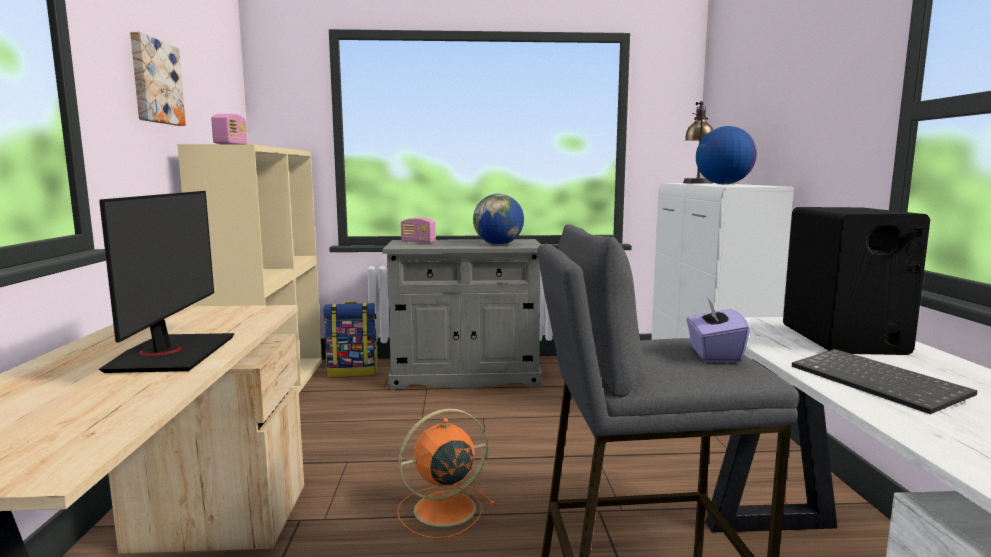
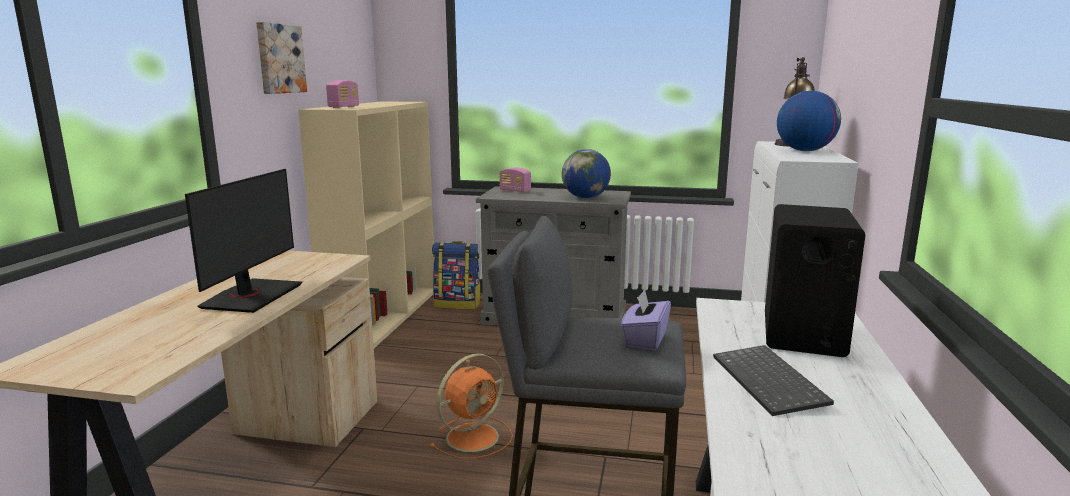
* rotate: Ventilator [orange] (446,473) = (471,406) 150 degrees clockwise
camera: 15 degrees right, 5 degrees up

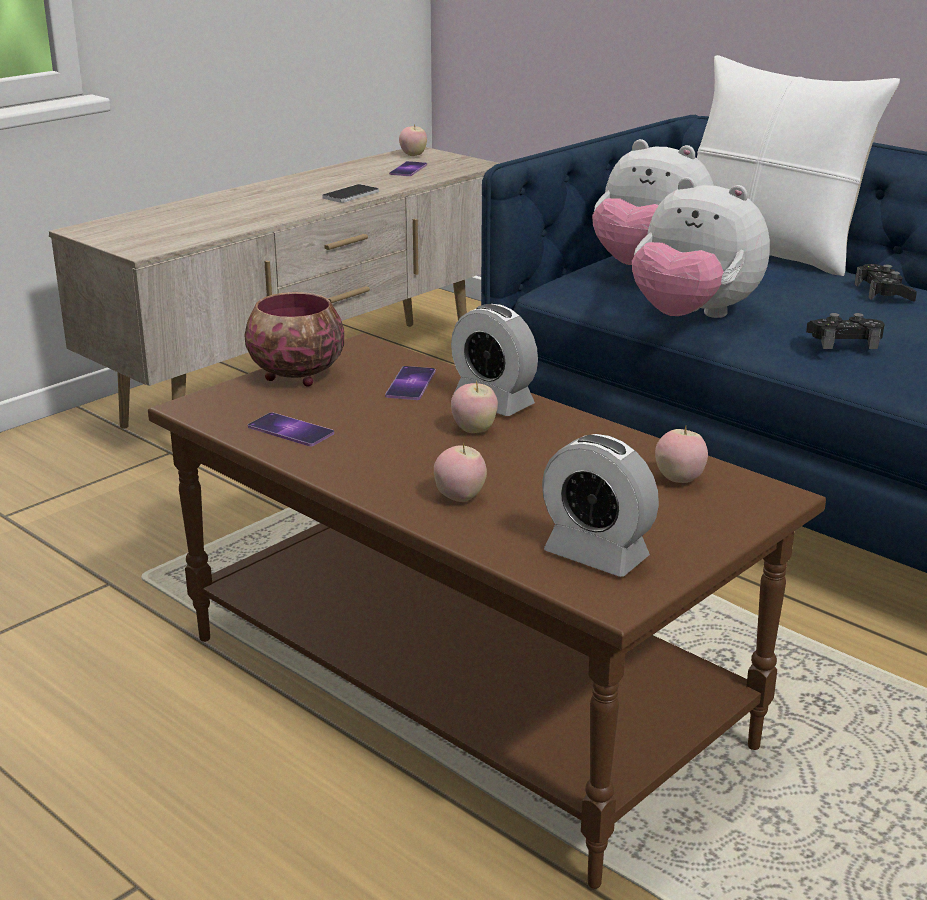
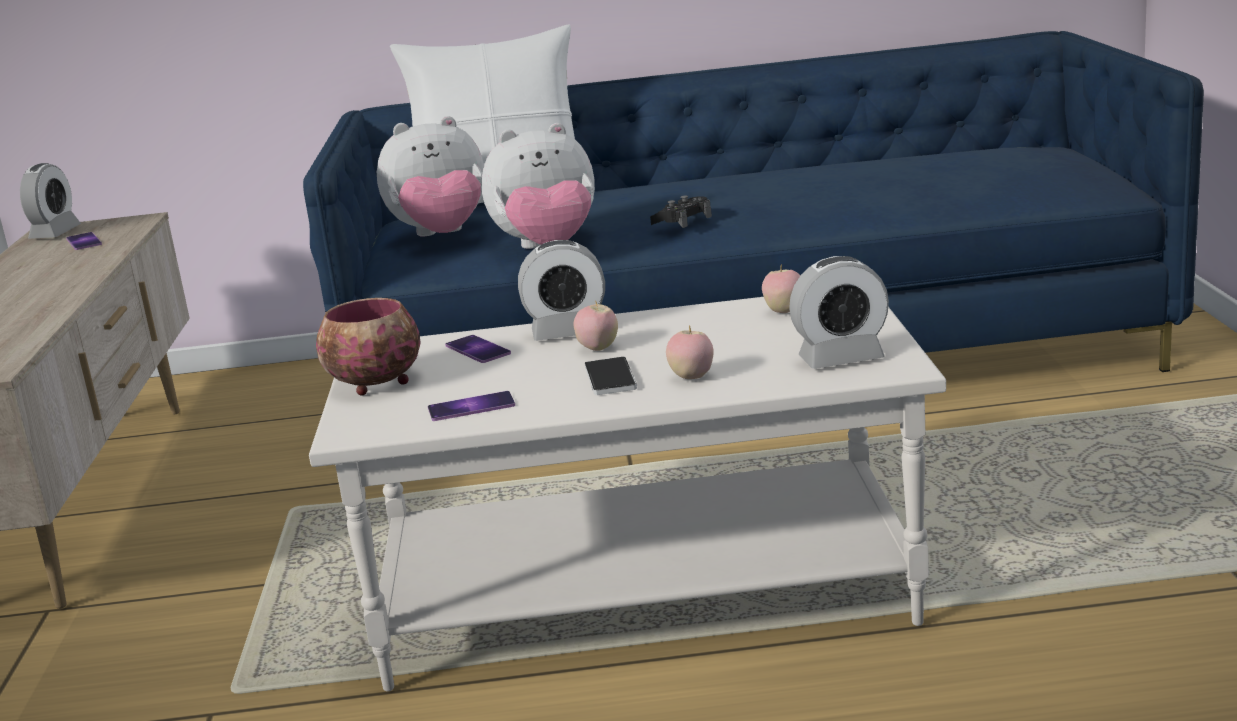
* replace: Apfel (413,140) to Wecker (50,201)
* move: Handy (350,193) to (611,376)
* delete: Gamepad [schwarz] (886,283)
* recolor: Couchtisch [braun] (487,611) to Couchtisch [weiß] (627,494)
camera: 45 degrees left, 5 degrees down

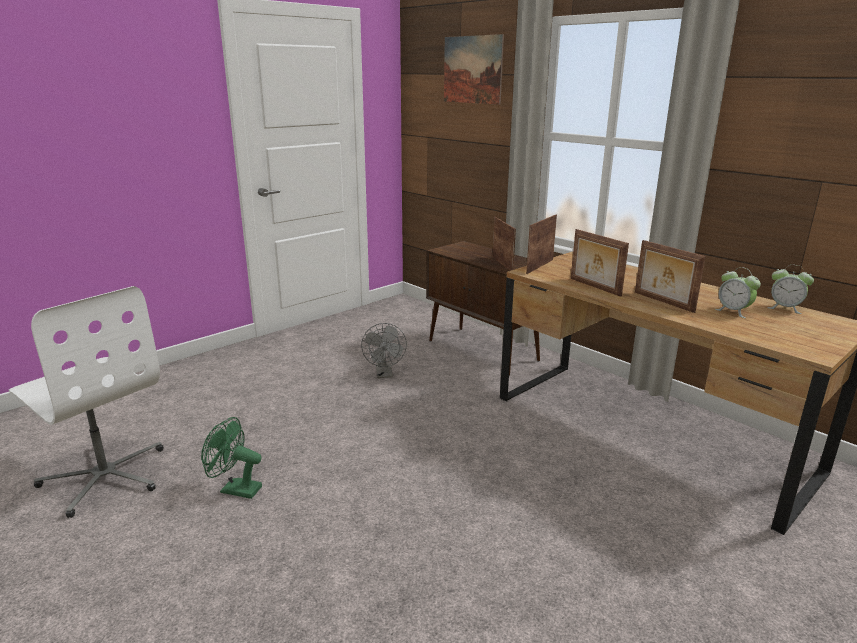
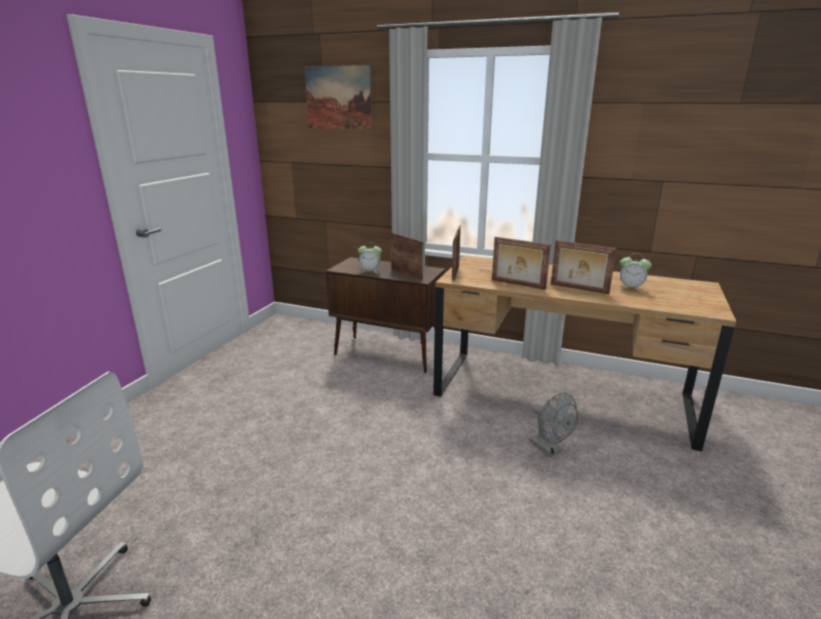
* move: Wecker (790,289) to (370,257)
* move: Ventilator [grau] (384,350) to (553,424)
* delete: Ventilator [grün] (231,458)
camera: 25 degrees left, 0 degrees up

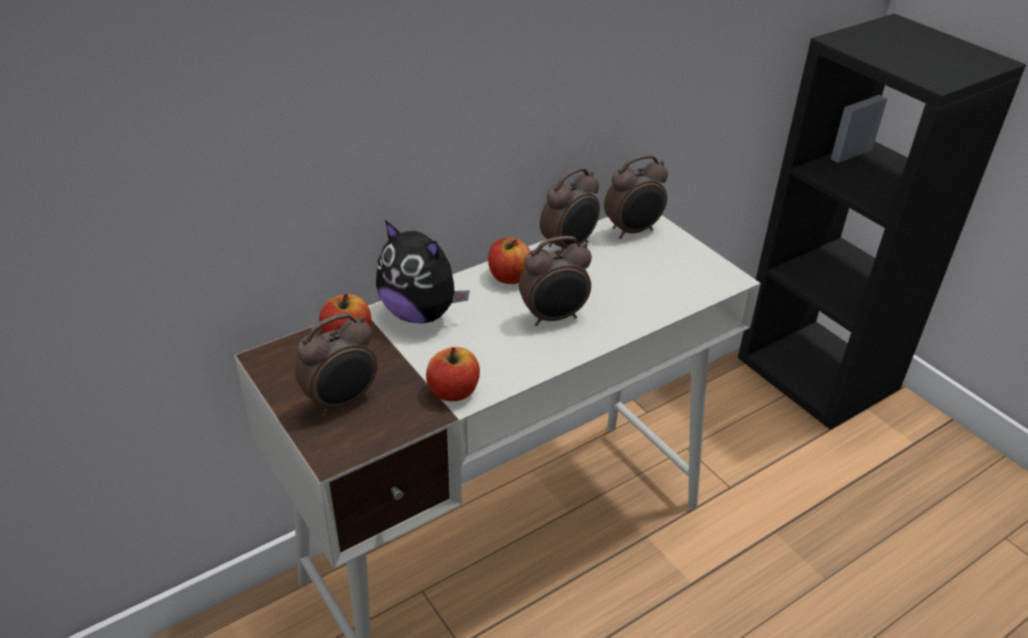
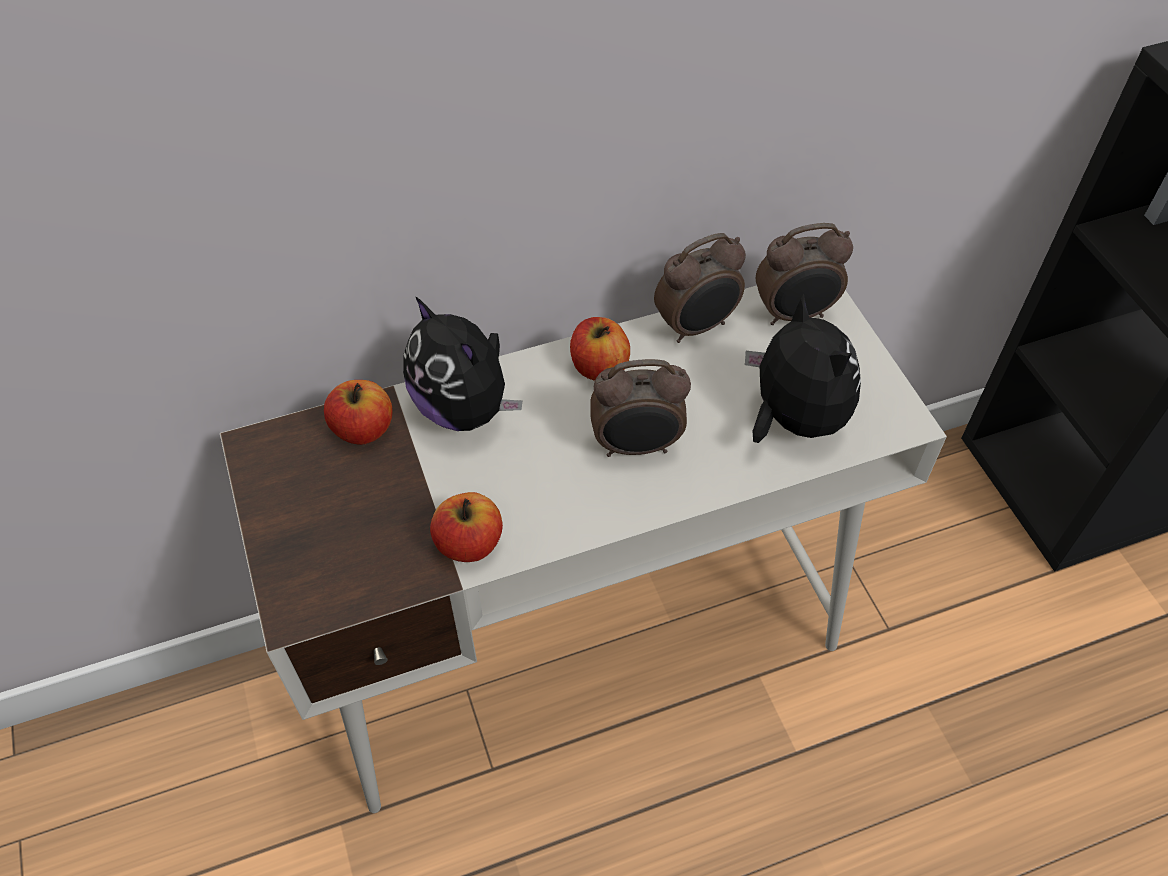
* delete: Wecker (336,365)
* insert: Plüschtier (803,368)
camera: 15 degrees right, 15 degrees up

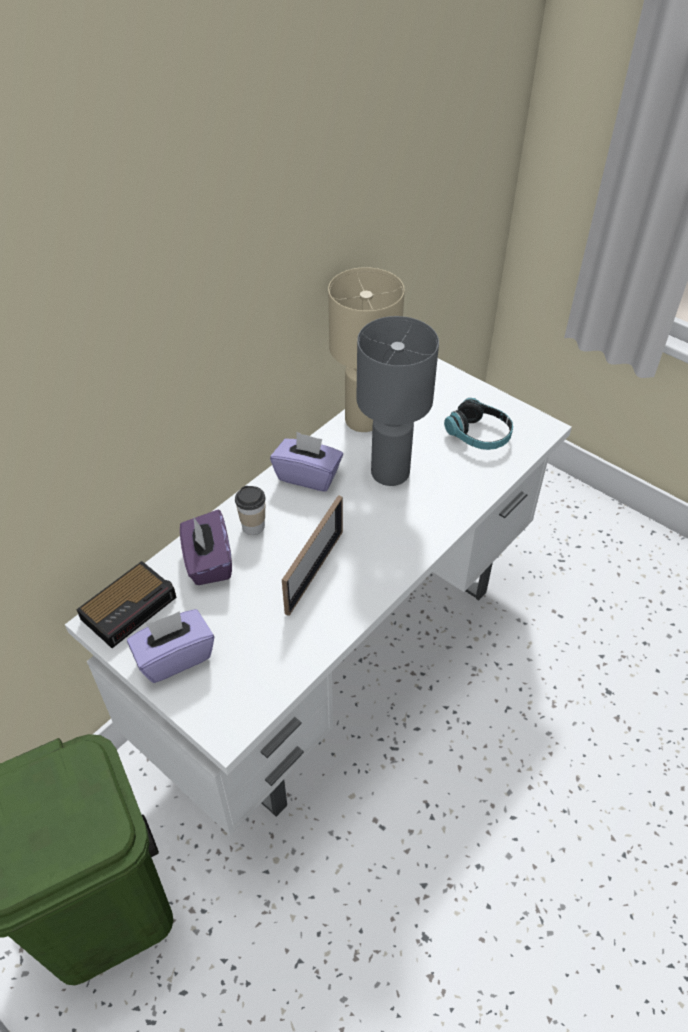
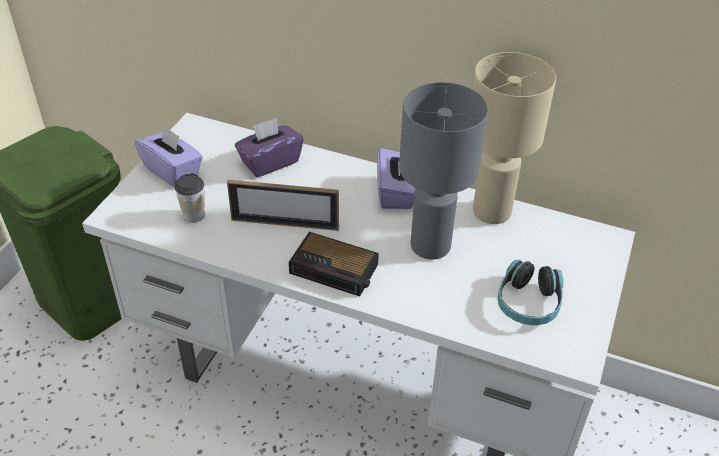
* move: Tasse (250,510) to (190,198)
* move: Wecker (126,604) to (334,264)
camera: 70 degrees right, 5 degrees down

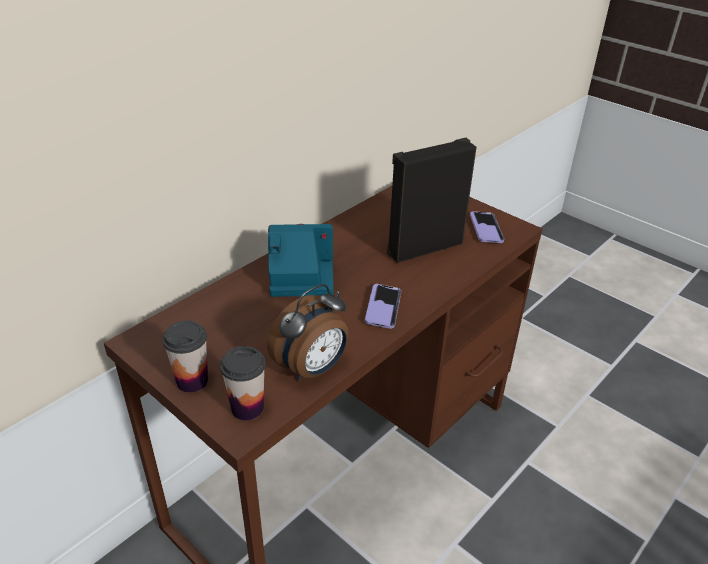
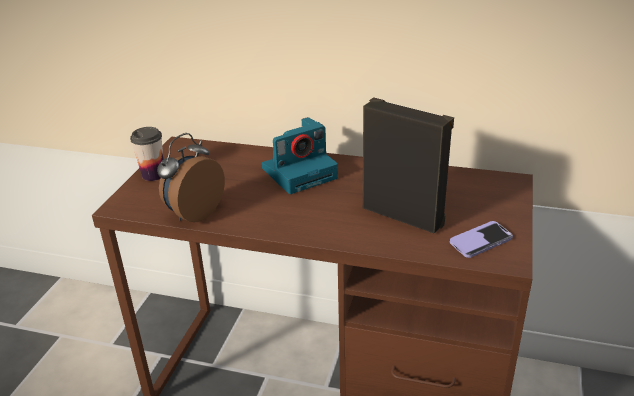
* rotate: Kamera (300,260) = (300,155) 90 degrees clockwise
* rotate: Wecker (308,332) = (191,177) 105 degrees clockwise
* delete: Handy (383,306)
* delete: Tasse (243,383)
camera: 65 degrees right, 5 degrees down

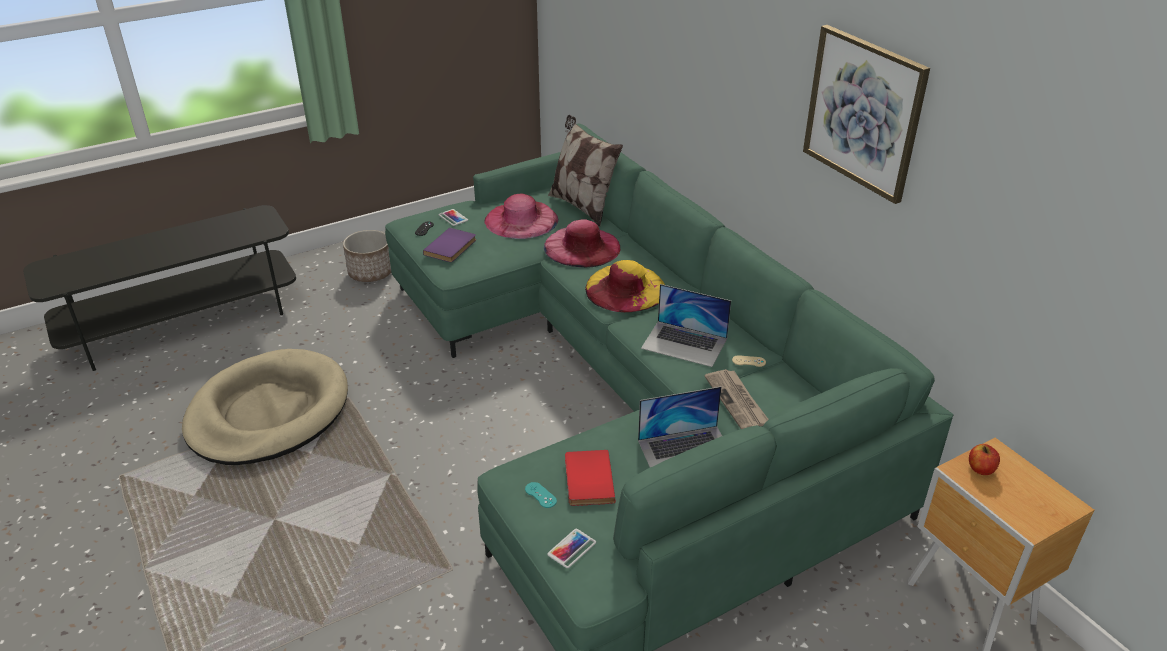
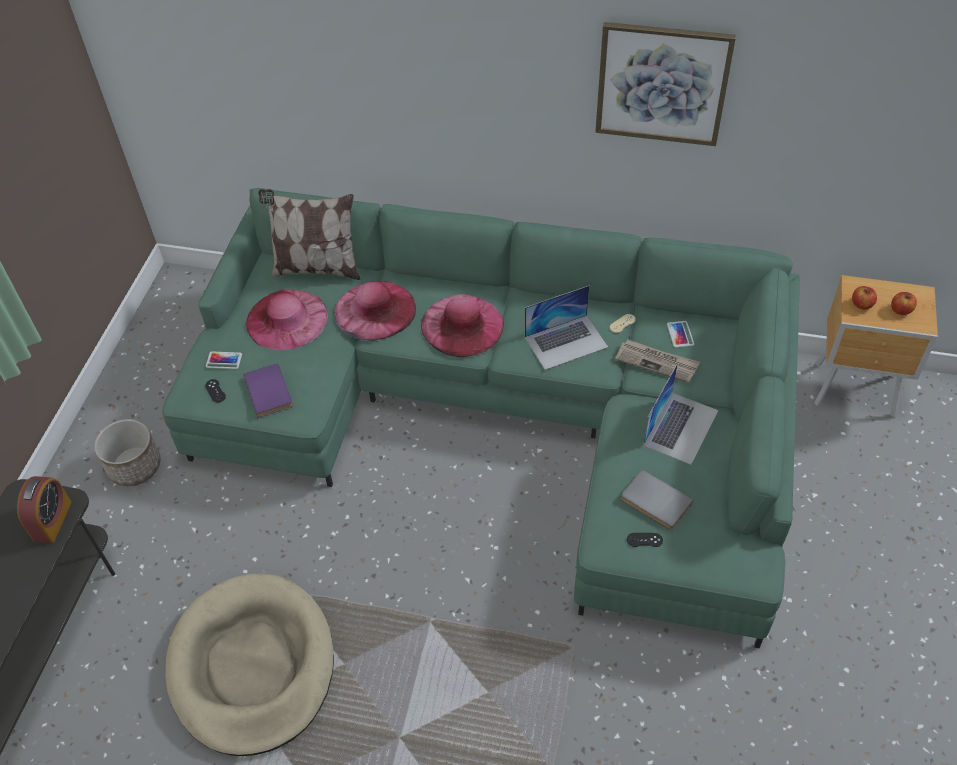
* recolor: Hut [gelb] (625,286) to Hut [rosa] (462,325)
* recolor: Buch [rot] (590,478) to Buch [grau] (657,499)
* recolor: Gamepad [türkis] (541,495) to Gamepad [schwarz] (645,540)
* move: Handy (571,548) to (680,334)
* insert: Apfel (904,303)
* insert: Wecker (44,510)
camera: 45 degrees left, 15 degrees up

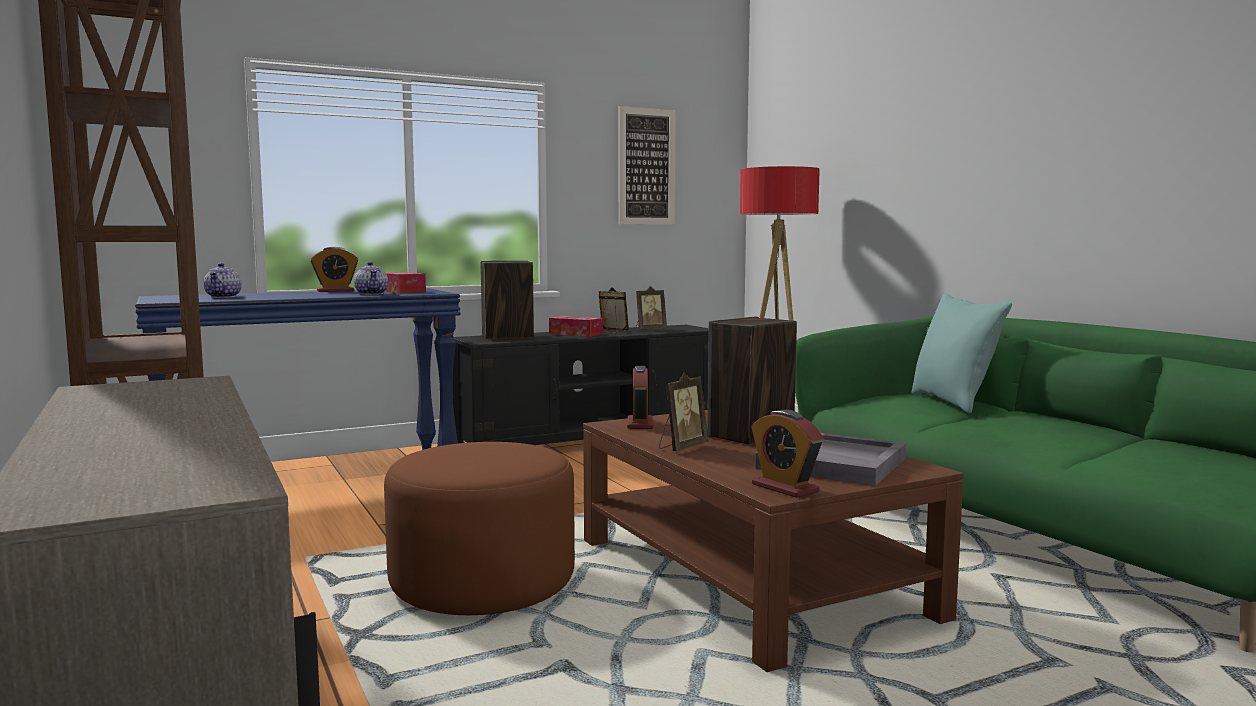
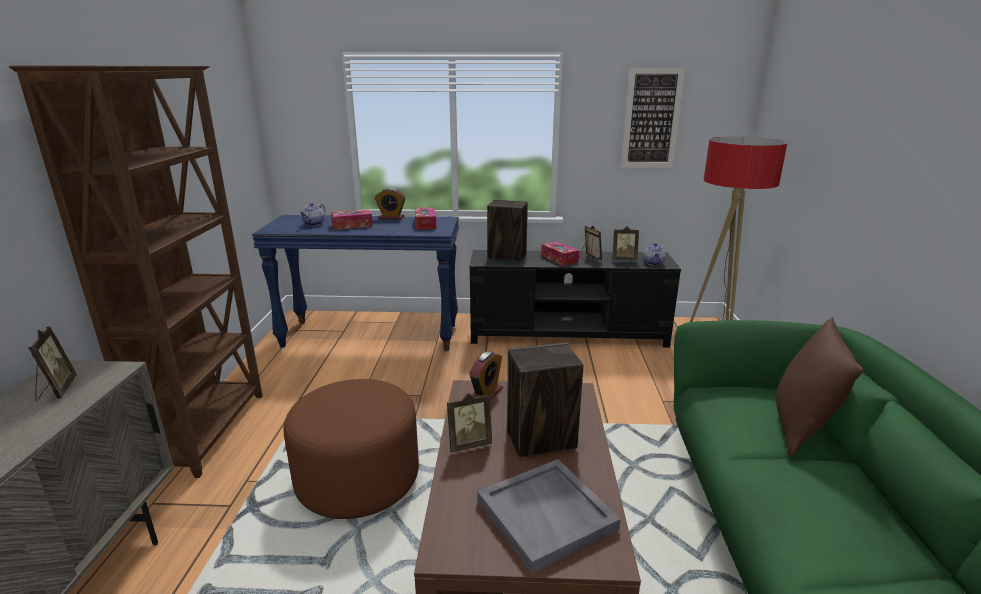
* move: Teekanne (371,278) to (654,254)
* recolor: Kissen [türkis] (961,353) to Kissen [braun] (819,387)
* delete: Wecker (787,454)
* insert: Taschentuchbox (352,219)
* insert: Bilderrahmen (52,363)
camera: 30 degrees right, 15 degrees up

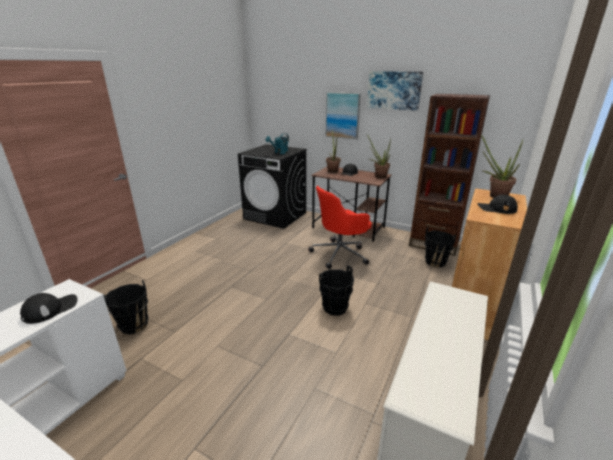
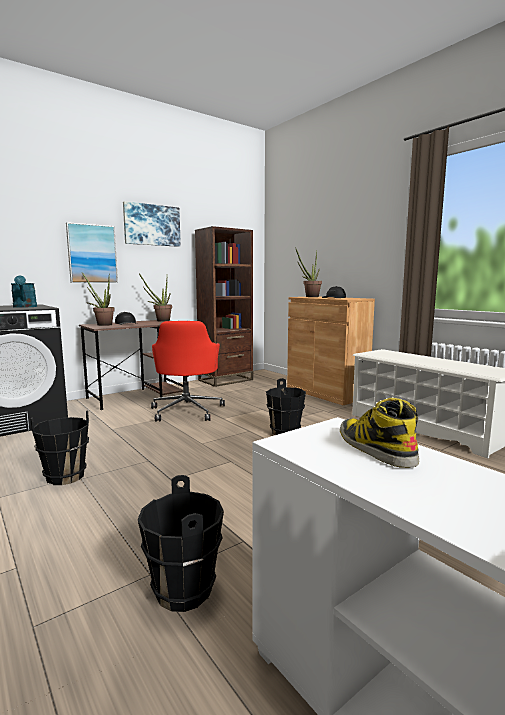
* move: Eimer [schwarz] (440,247) to (59,447)
* replace: Kappe [schwarz] (49,308) to Stiefel (379,433)
camera: 65 degrees left, 15 degrees down

